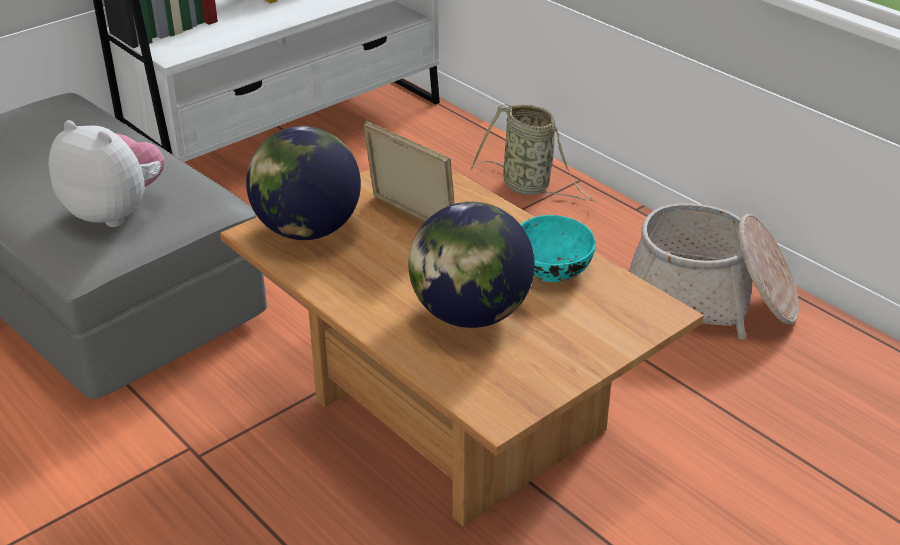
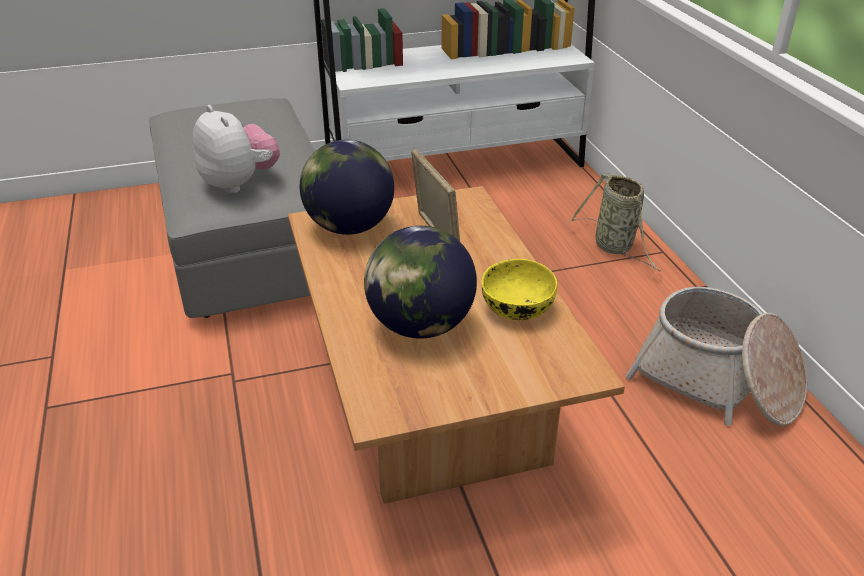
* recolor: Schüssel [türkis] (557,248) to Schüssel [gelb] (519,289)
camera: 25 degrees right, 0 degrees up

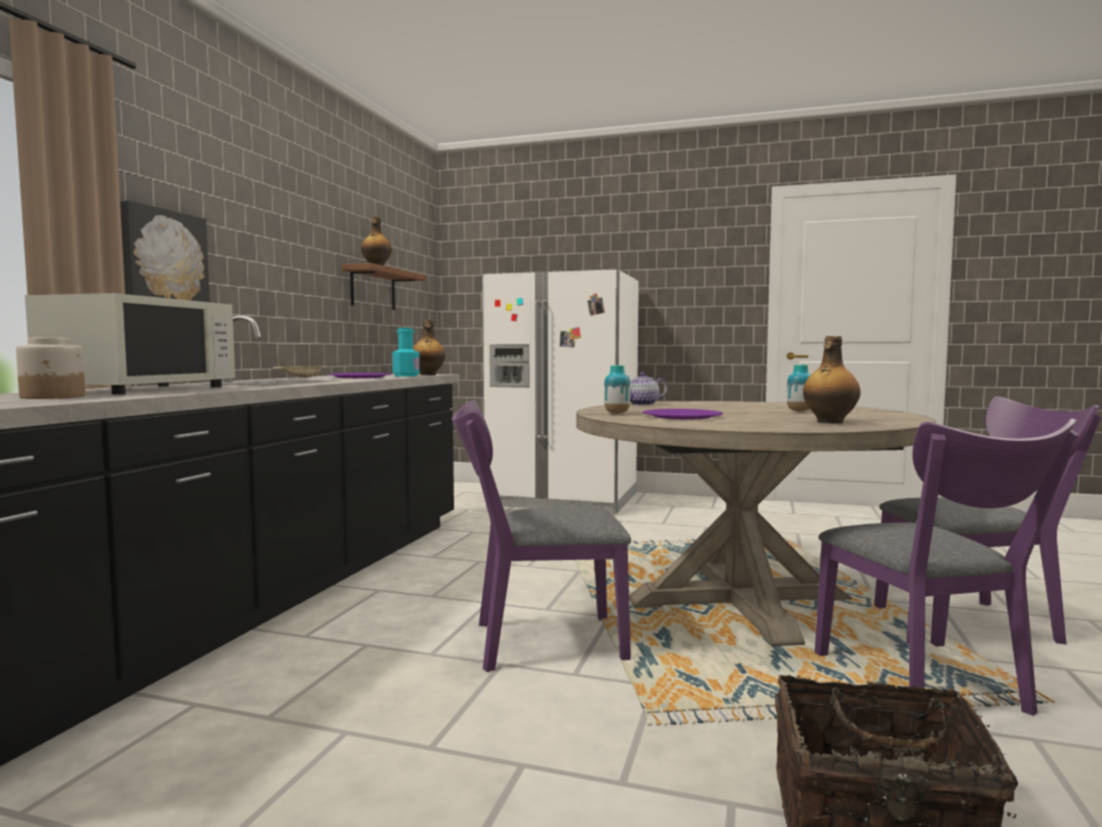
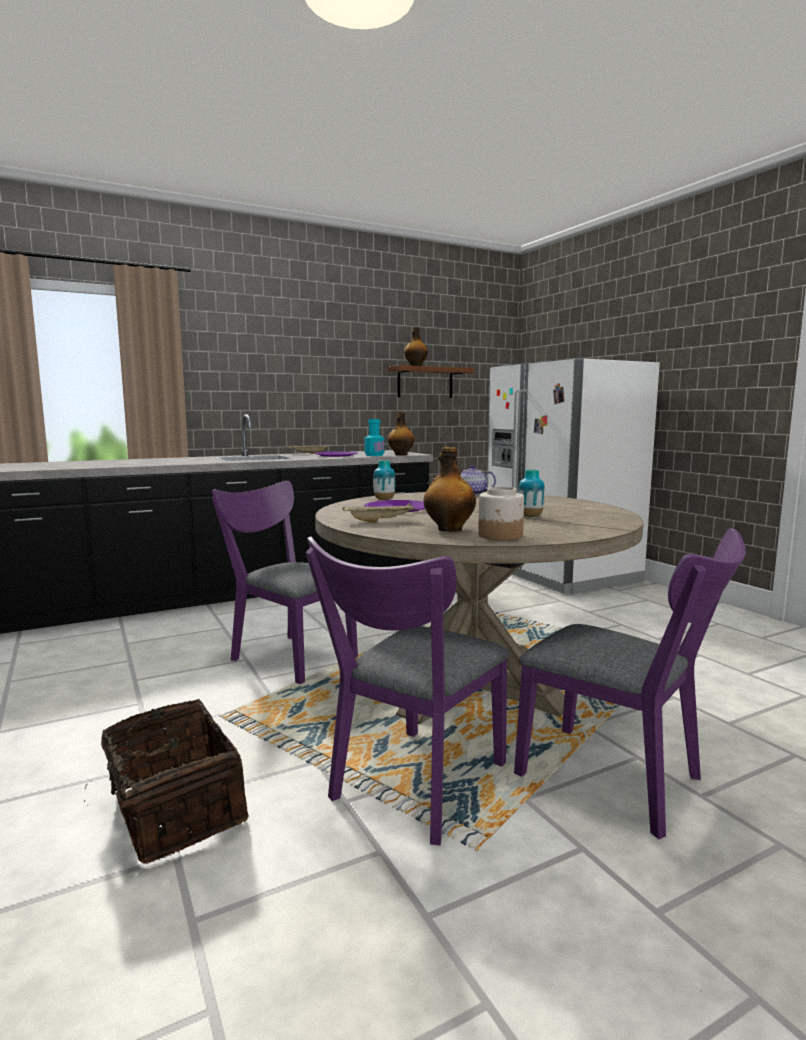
* delete: Bild (165,251)
* delete: Mikrowelle [weiß] (130,343)
* move: Vorratsglas (50,368) to (501,513)
* insert: Tablett [beige] (380,513)
camera: 45 degrees right, 5 degrees up

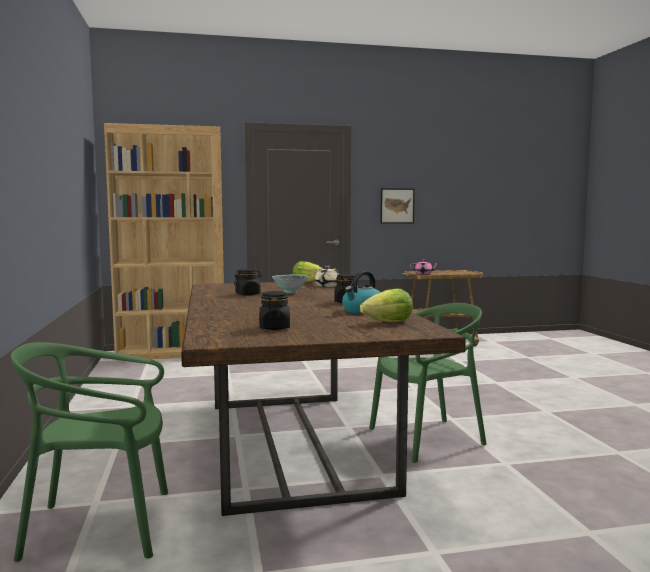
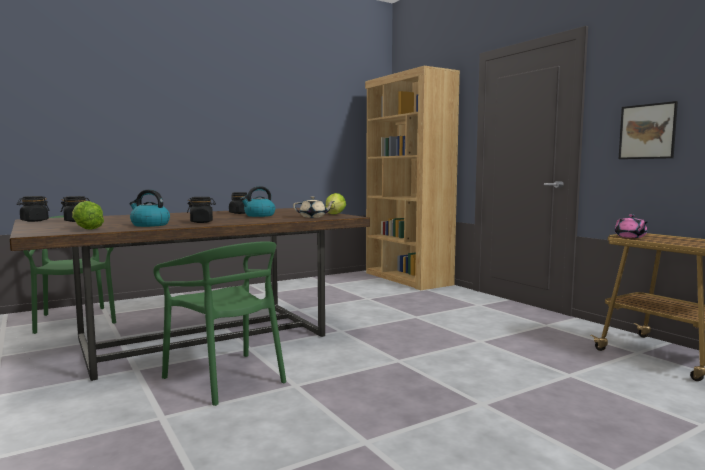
* replace: Schüssel (290,283) to Wasserkessel (258,201)
* insert: Vorratsglas [schwarz] (33,209)
camera: 70 degrees right, 0 degrees up

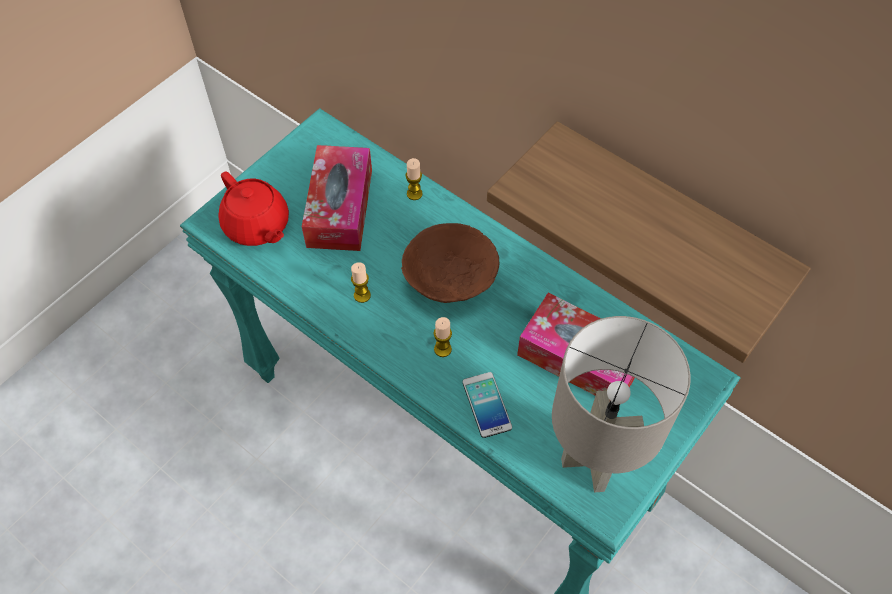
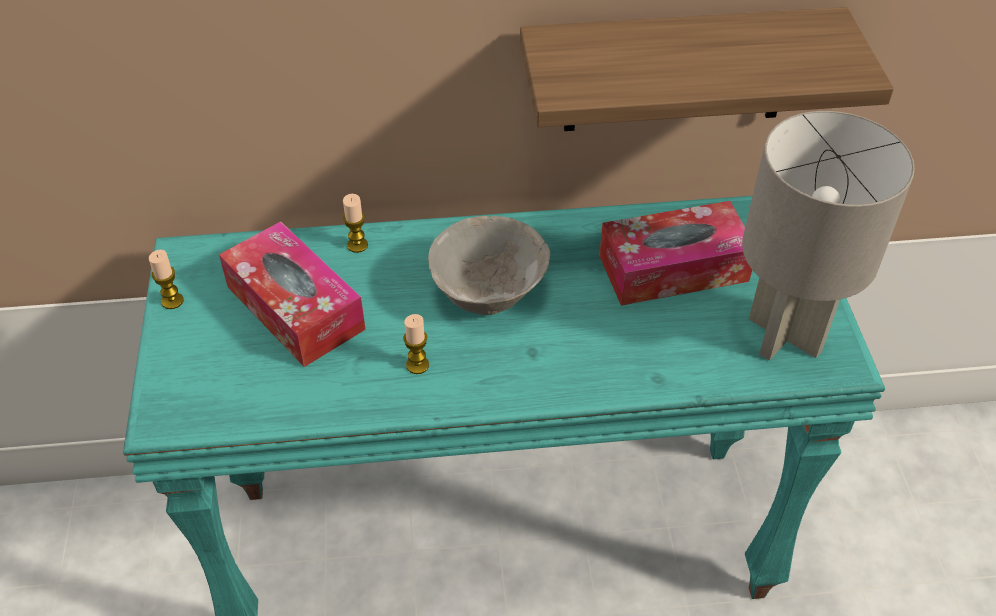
* delete: Teekanne [rot] (253,209)
* recolor: Schüssel [braun] (450,263) to Schüssel [grau] (489,265)
* move: Kerze (443,337) to (166,279)
* delete: Handy (487,405)
camera: 45 degrees left, 10 degrees down

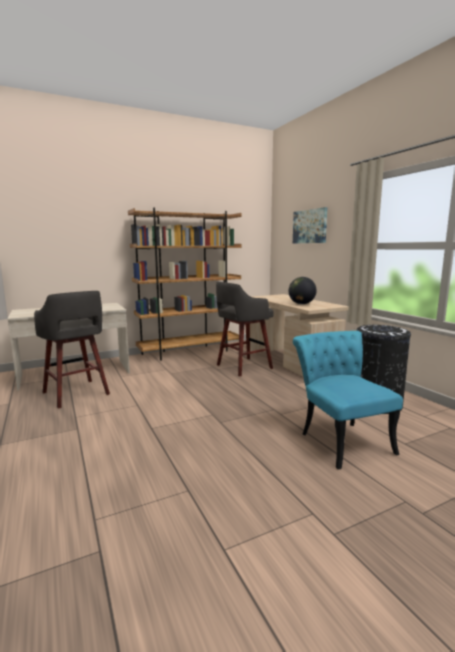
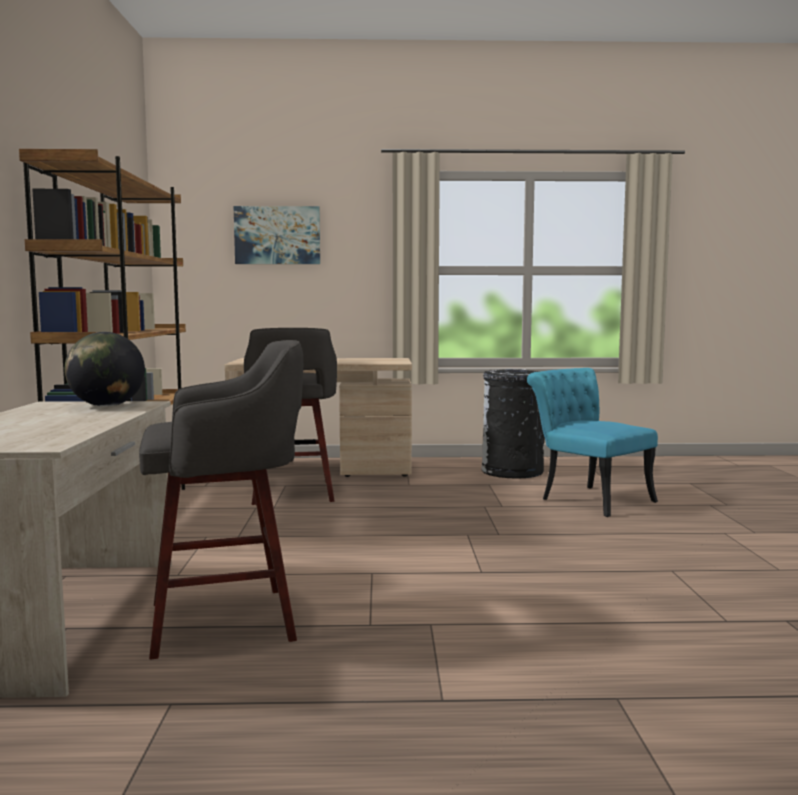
* move: Globus (303,290) to (105,369)
* rotate: Stuhl [türkis] (348,400) = (592,442) 45 degrees clockwise
camera: 65 degrees left, 5 degrees down

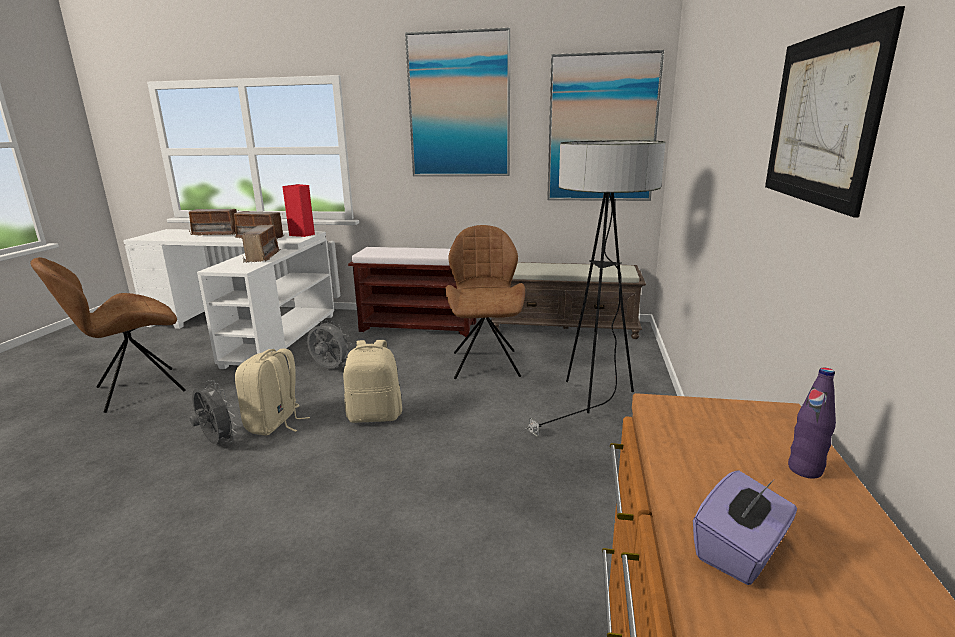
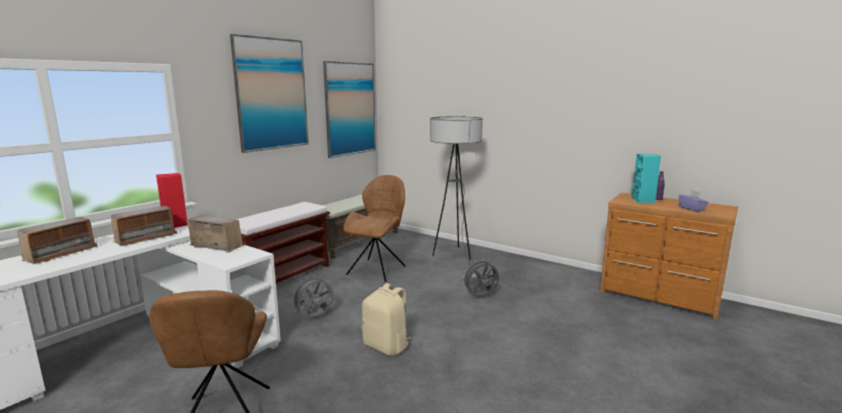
* delete: Bild (835,111)
* rotate: Stuhl [braun] (485,302) = (374,228) 90 degrees clockwise
* delete: Rucksack [beige] (372,381)
* move: Ventilator [grau] (213,412) to (480,277)
* insert: Lautsprecher [türkis] (646,178)
camera: 65 degrees left, 5 degrees down

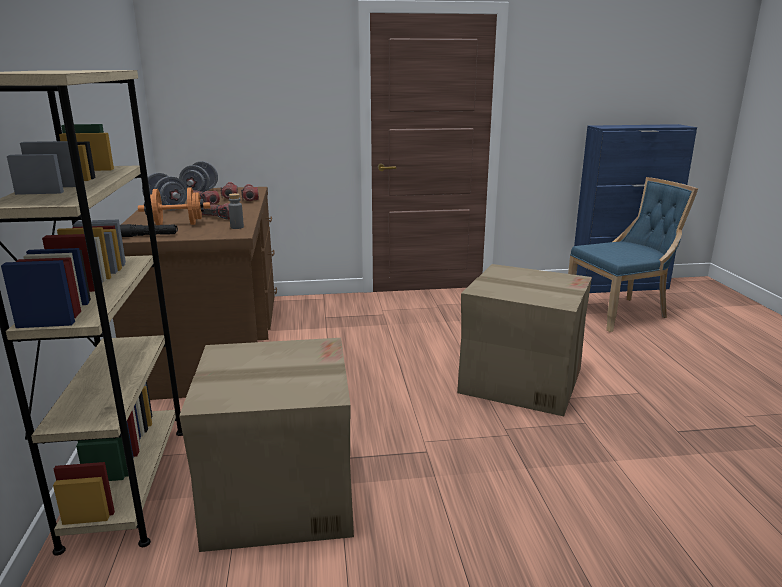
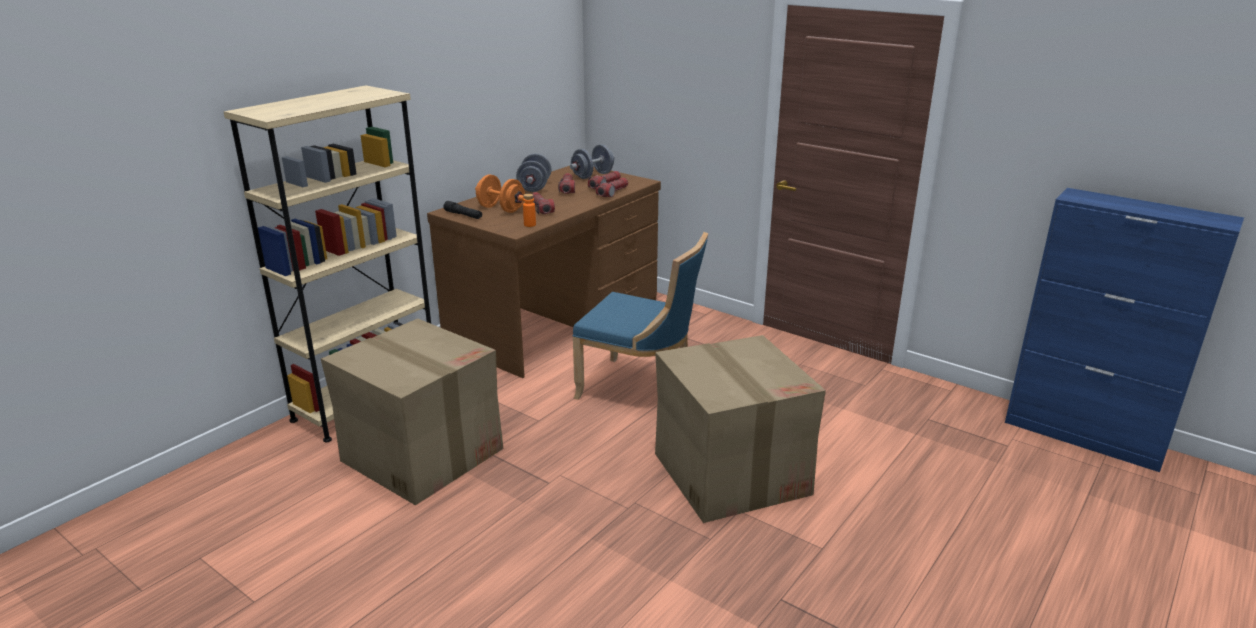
* move: Stuhl [blau] (633,254) to (640,316)
* recolor: Flasche [grau] (236,211) to Flasche [orange] (529,210)
camera: 45 degrees right, 5 degrees up

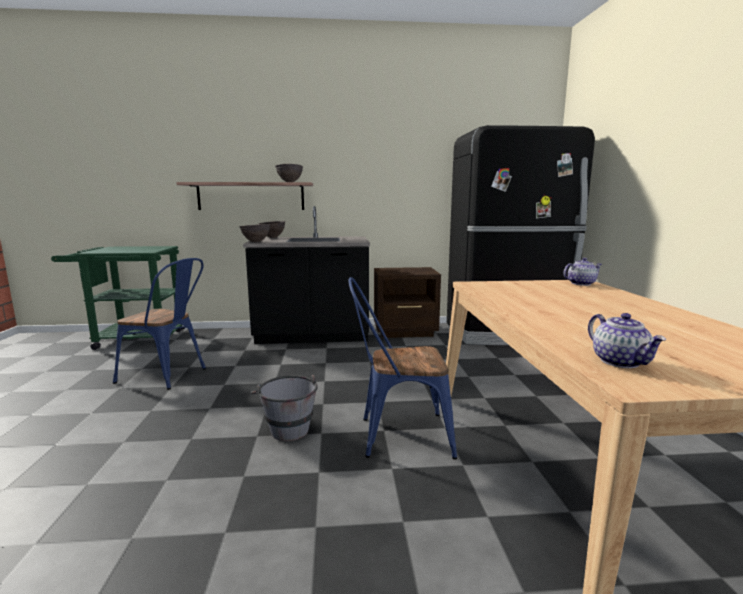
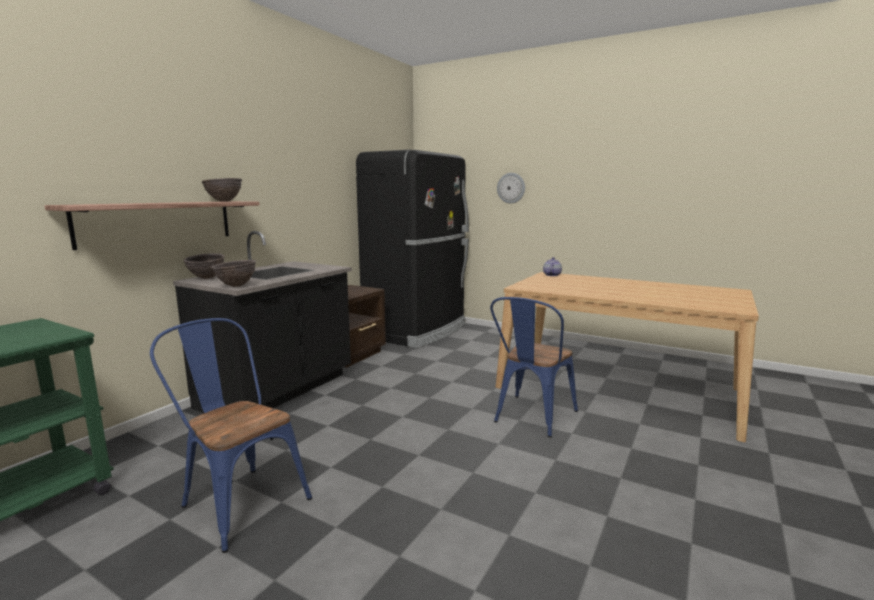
* rotate: Stuhl [blau] (159,324) = (231,435) 105 degrees counterclockwise
* delete: Teekanne (627,340)
* delete: Eimer [grau] (284,407)
* insert: Wanduhr (511,188)
camera: 55 degrees left, 0 degrees up

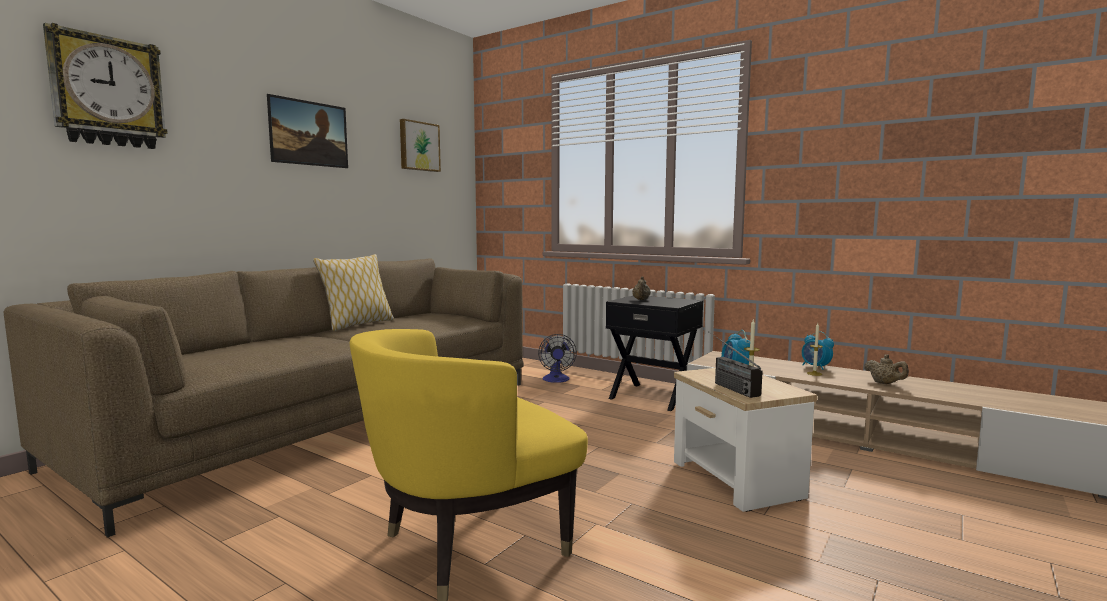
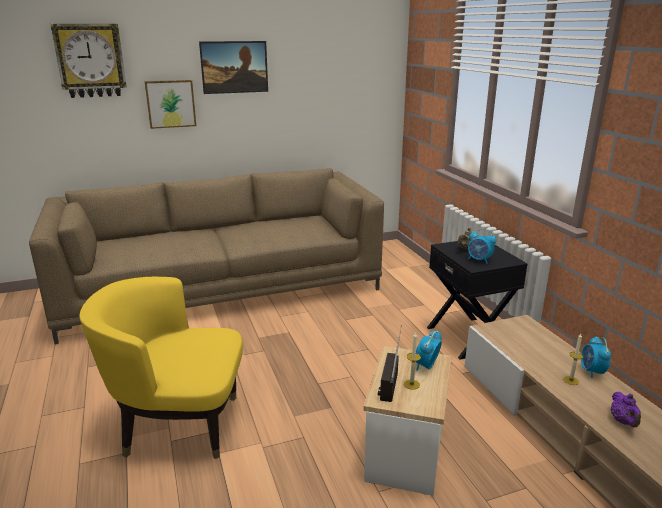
* move: Bild (420,145) to (170,104)
* delete: Kissen (353,292)
* delete: Ventilator (557,358)
* recolor: Teekanne [beige] (886,369) to Teekanne [lila] (626,409)
* insert: Wecker (482,246)
camera: 35 degrees right, 15 degrees up

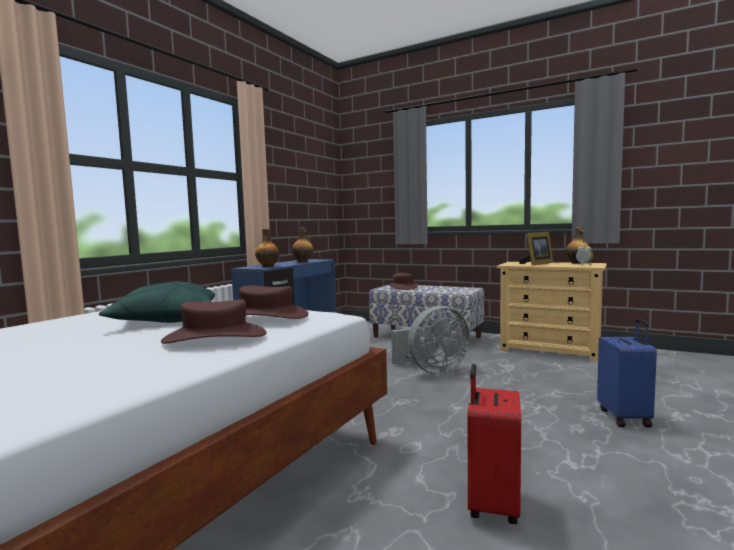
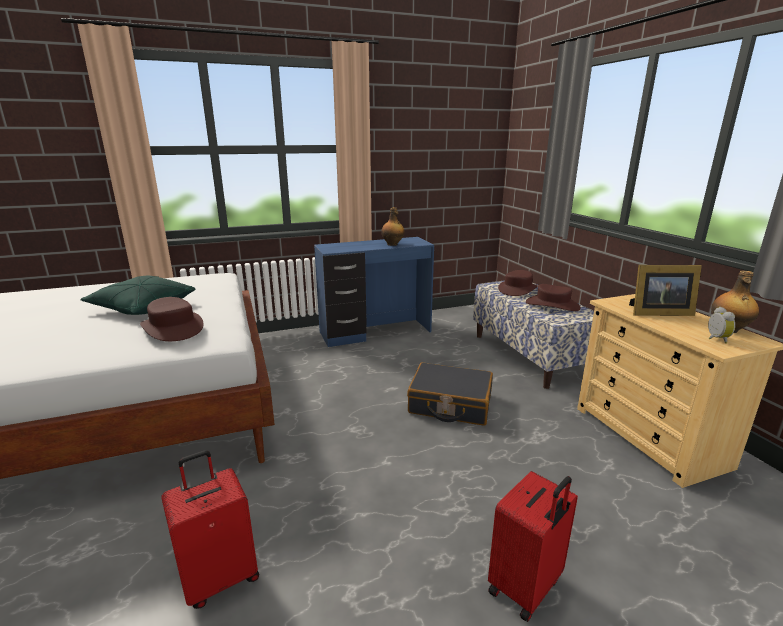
* delete: Flasche (267,248)
* move: Hut [braun] (214,321) to (553,297)
* replace: Ventilator [grau] (430,340) to Koffer [schwarz] (450,394)
* recolor: Koffer [blau] (627,372) to Koffer [rot] (533,546)
camera: 40 degrees right, 15 degrees up

